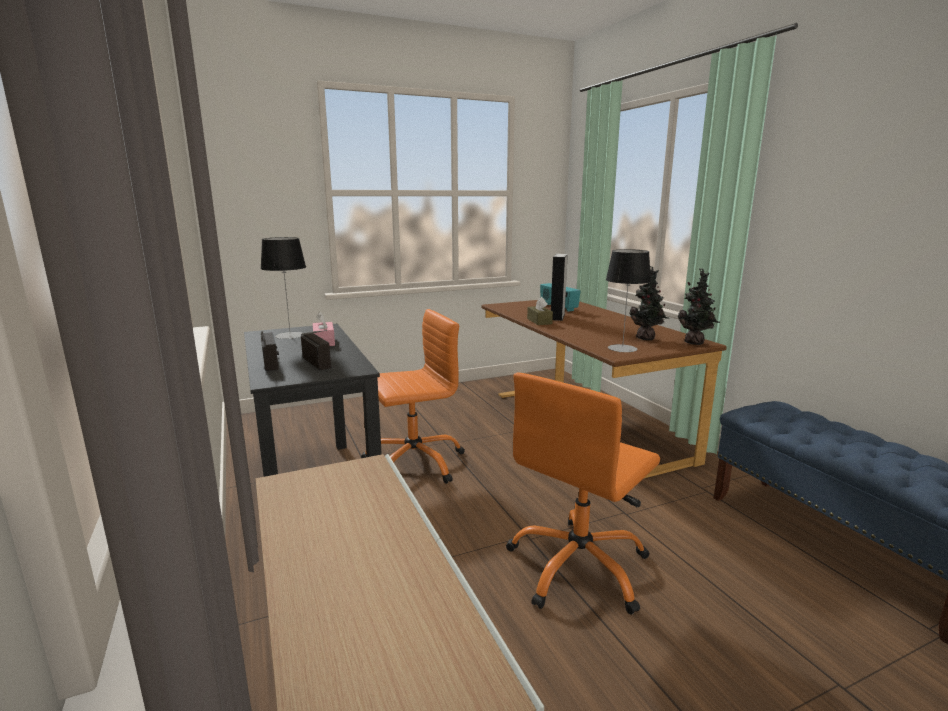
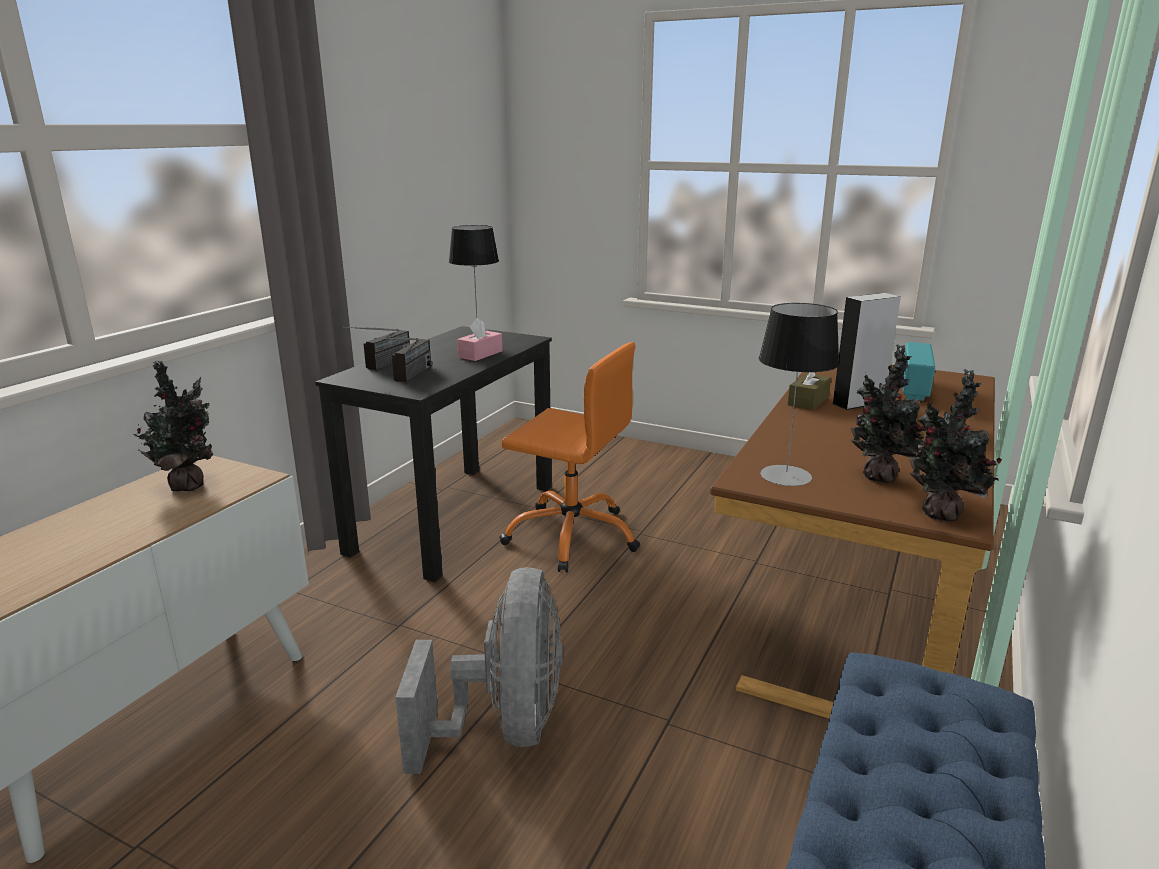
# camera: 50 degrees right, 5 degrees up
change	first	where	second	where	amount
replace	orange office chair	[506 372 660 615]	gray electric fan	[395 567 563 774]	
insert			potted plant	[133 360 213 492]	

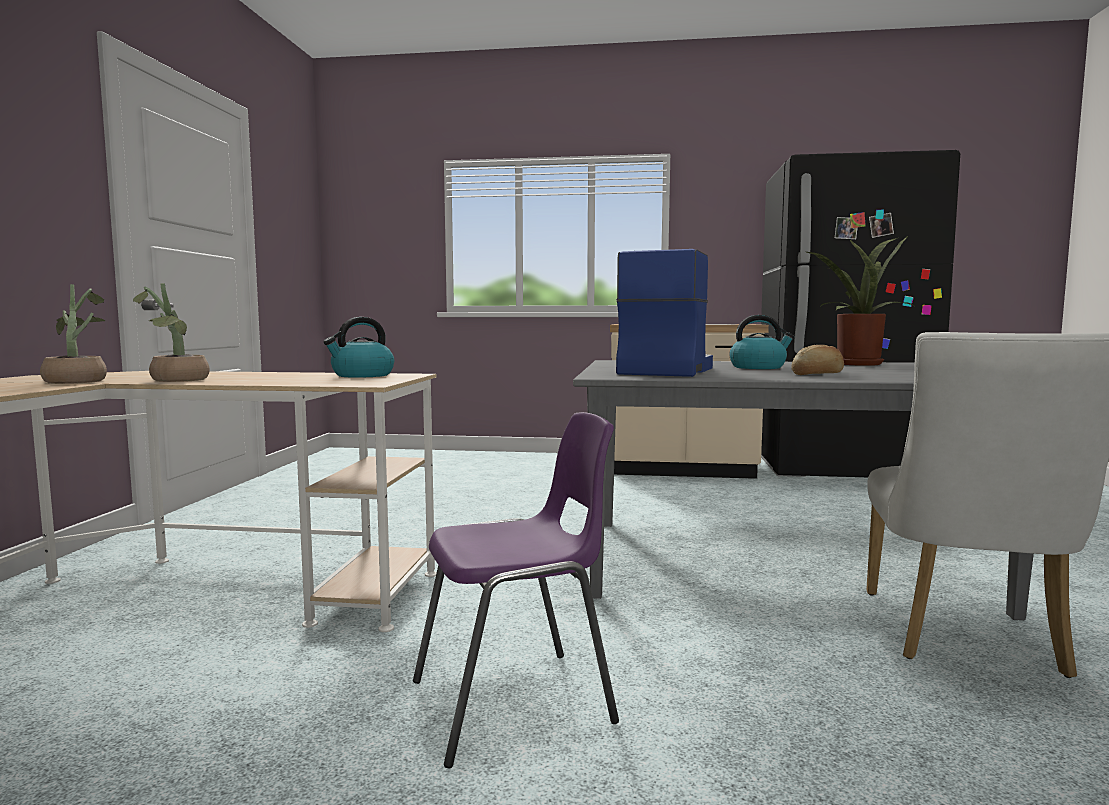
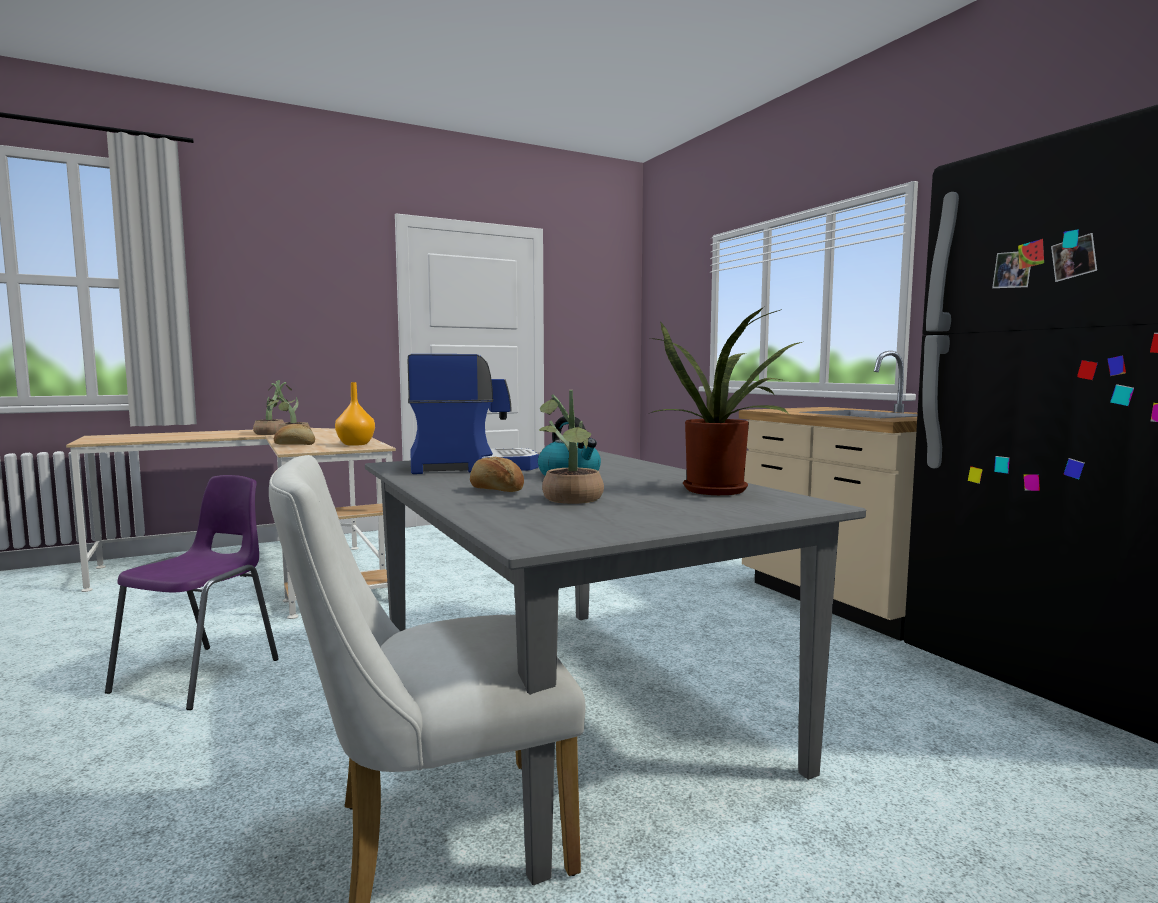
# camera: 55 degrees right, 0 degrees up
change	first	where	second	where	amount
replace	kettle	[324 317 394 378]	orange decorative vase	[335 382 375 446]	
rotate	purplish upright chair	[413 412 619 768]		[105 475 279 710]	105 degrees counterclockwise
insert			potted plant	[539 390 604 504]	
insert			bakery bread	[274 424 315 445]	

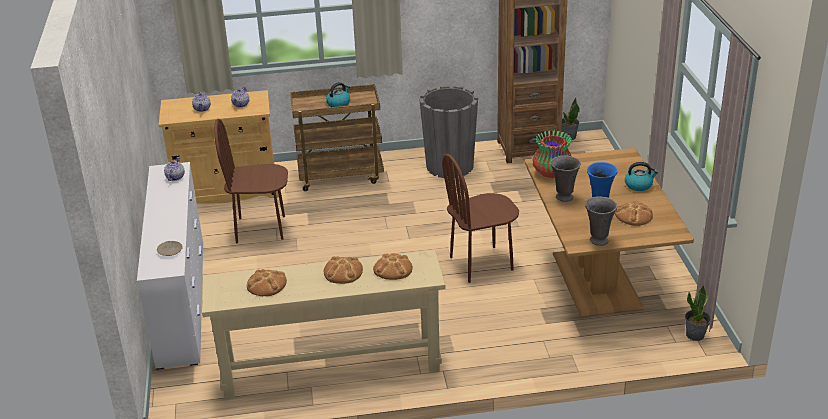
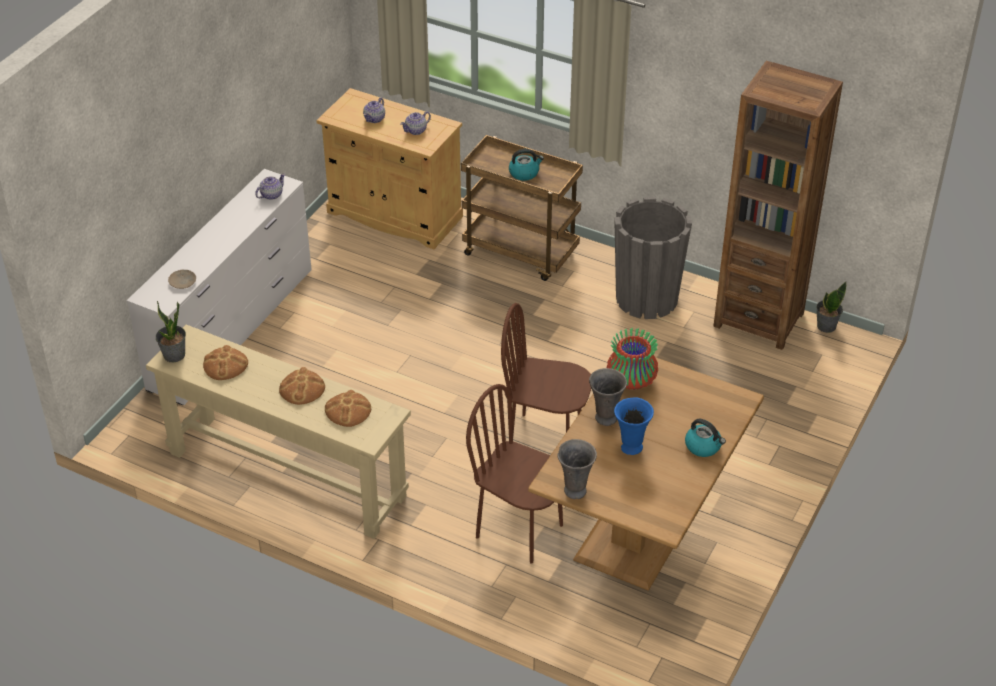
# camera: 35 degrees right, 10 degrees up
change	first	where	second	where	amount
move	brown upright chair	[214 119 288 243]		[466 384 563 564]	
delete	bakery bread	[615 201 653 226]			
move	potted plant	[685 285 711 341]		[156 301 186 363]	

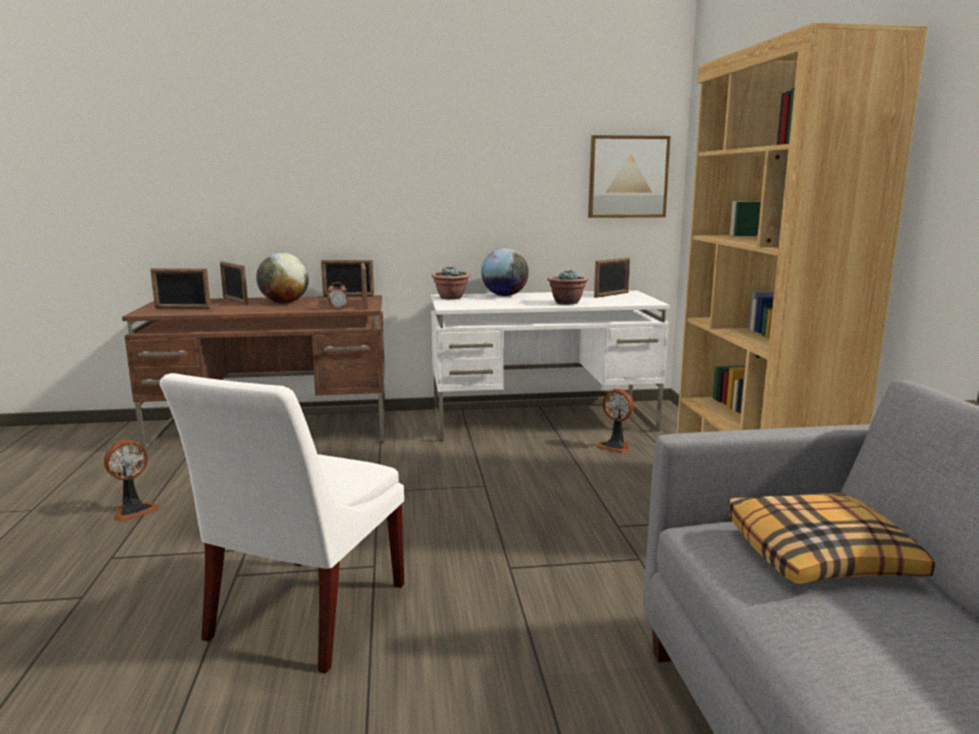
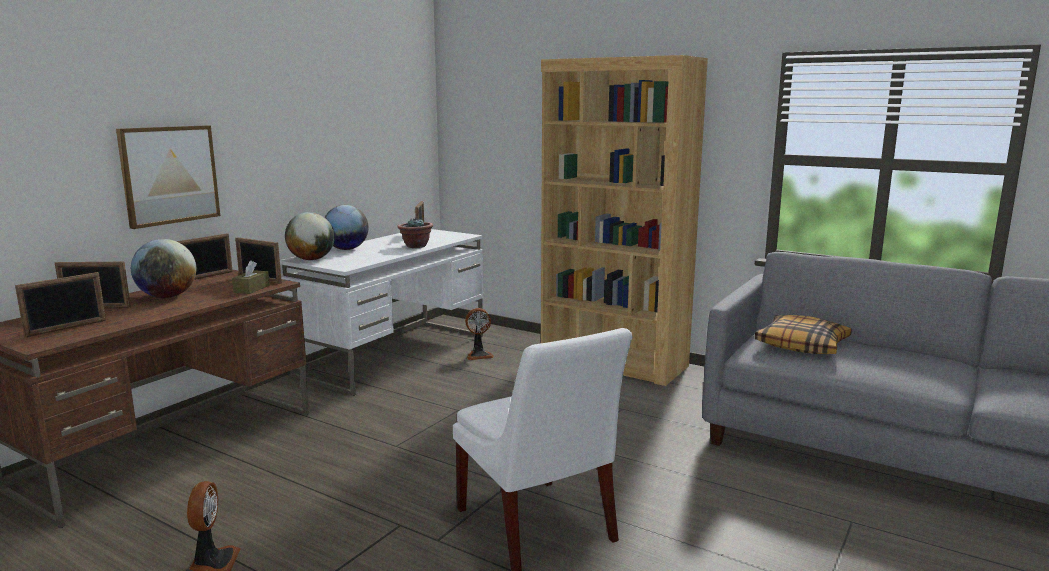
# camera: 50 degrees left, 0 degrees up
change	first	where	second	where	amount
move	wall art	[588 135 671 218]		[116 125 220 229]	
replace	potted plant	[431 266 470 300]	globe	[285 212 335 260]	
replace	bedside clock	[328 282 347 309]	brown tissue box	[232 260 269 294]	

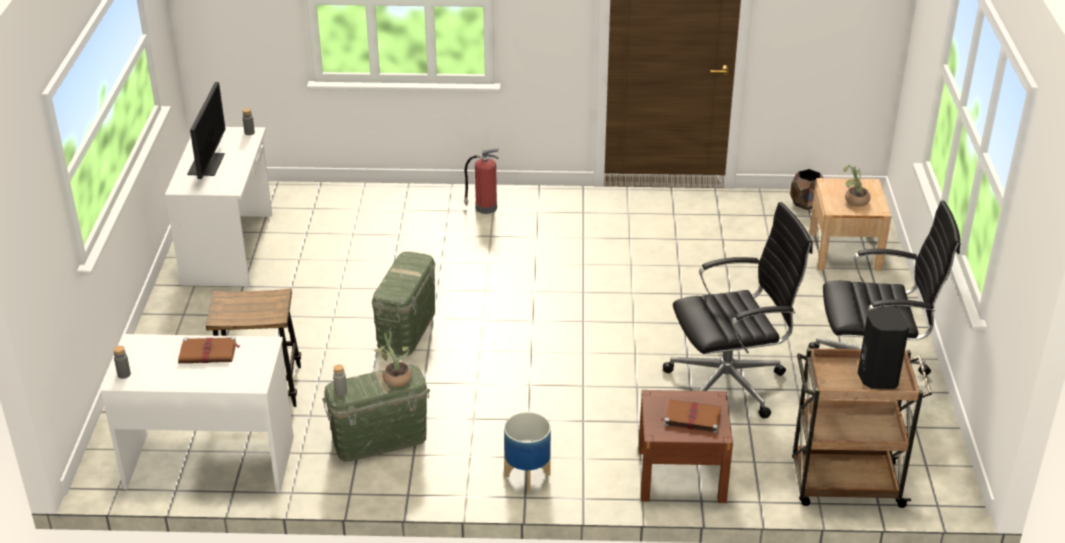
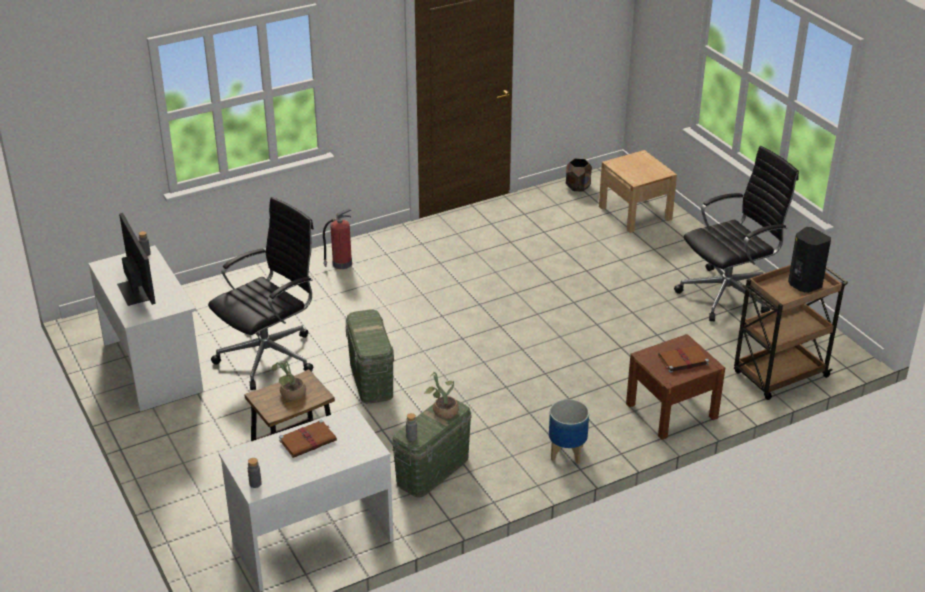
# camera: 30 degrees left, 0 degrees up
change	first	where	second	where	amount
move	potted plant	[843 165 870 207]		[272 361 306 400]	
move	black-coloured office chair	[663 202 813 419]		[208 197 314 390]	

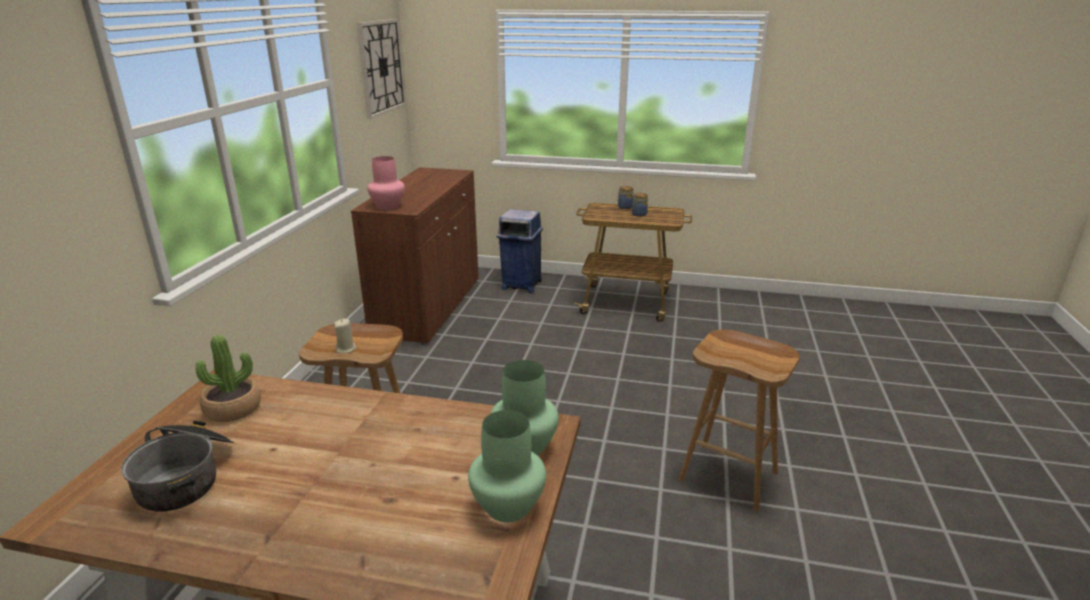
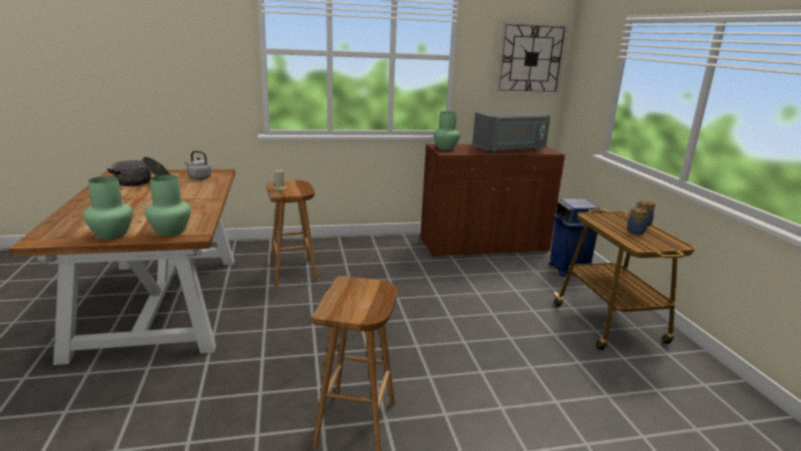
# camera: 65 degrees right, 5 degrees down
change	first	where	second	where	amount
recolor	pink decorative vase	[367 156 405 210]	greenish decorative vase	[433 111 460 150]	
replace	potted plant	[195 335 261 422]	gray kettle	[184 151 211 179]	
insert			gray microwave	[472 111 550 152]	

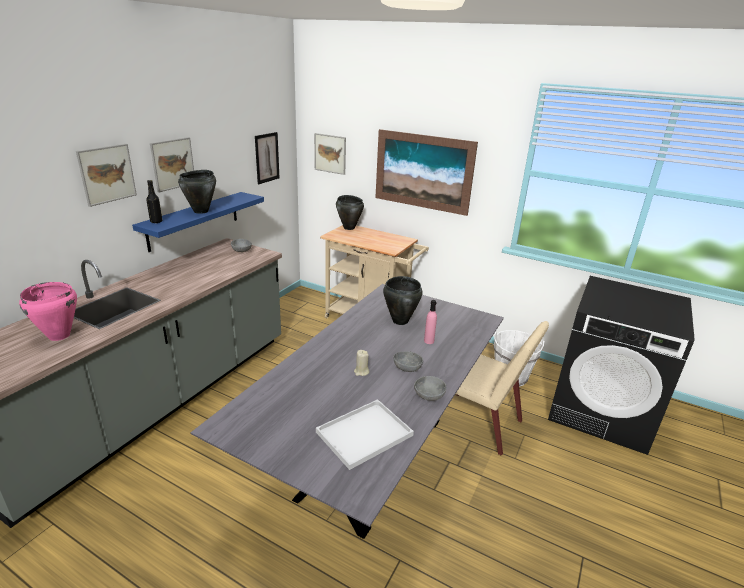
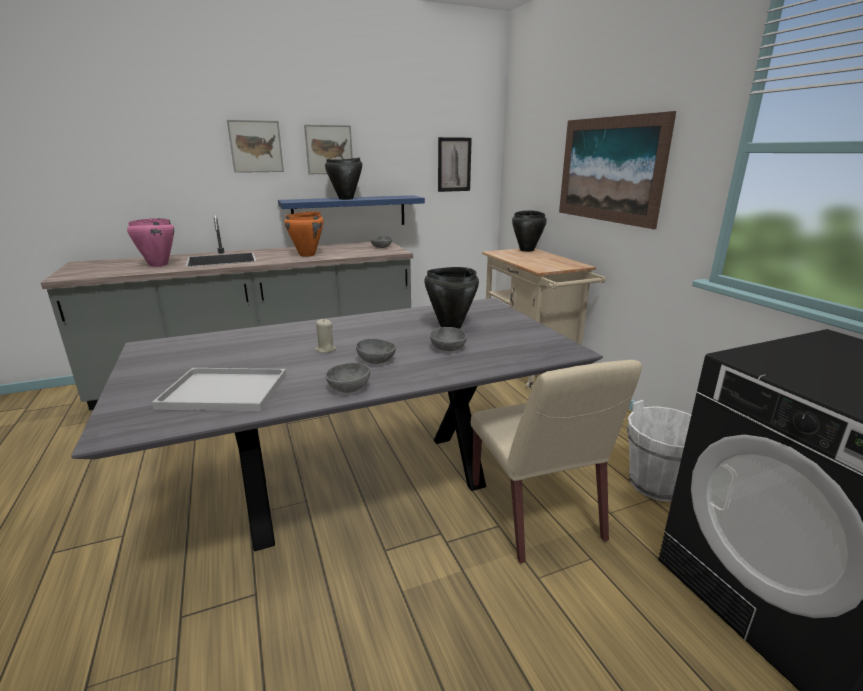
# camera: 40 degrees right, 5 degrees down
change	first	where	second	where	amount
delete	wall art	[314 133 346 175]			
delete	black-coloured drink bottle	[146 180 163 223]			
replace	pink drink bottle	[424 300 437 344]	gray serving bowl	[430 327 467 351]	
insert			orange saucepot	[284 211 324 257]	

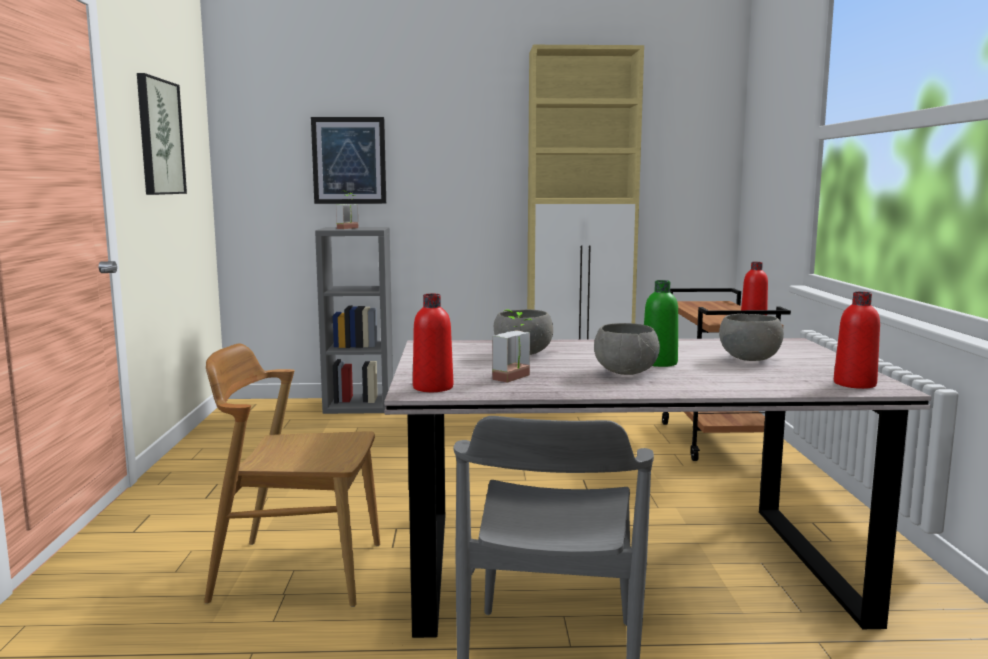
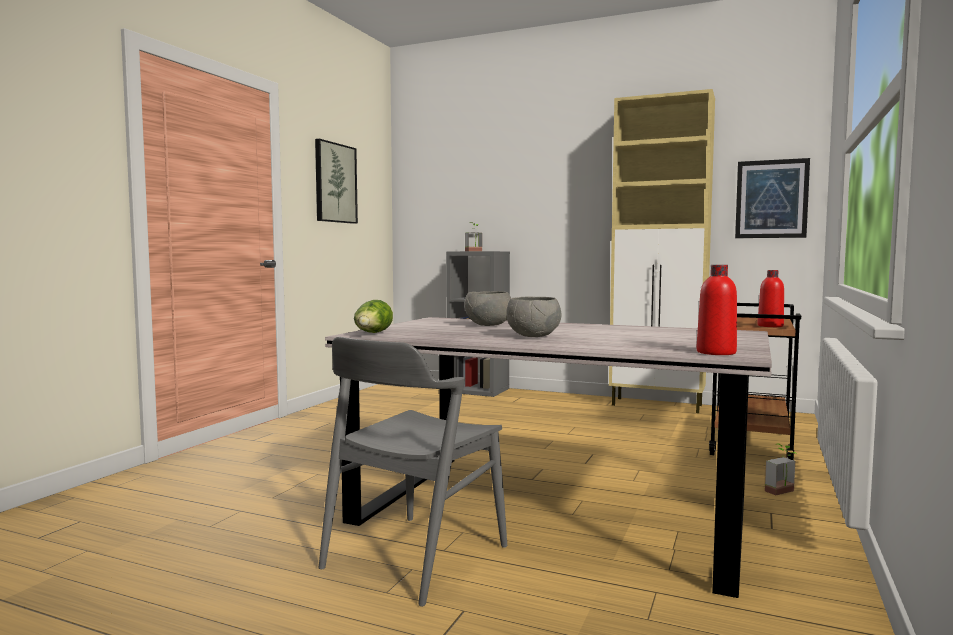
# camera: 25 degrees right, 5 degrees down
change	first	where	second	where	amount
move	wall art	[311 117 386 204]		[735 158 810 238]	
delete	greenish drink bottle	[644 280 678 367]			
replace	red drink bottle	[413 294 453 392]	lettuce	[354 300 393 333]	
move	potted plant	[492 309 532 383]		[765 444 797 495]	
delete	gray serving bowl	[719 314 784 361]			
delete	brown upright chair	[204 343 380 607]			

